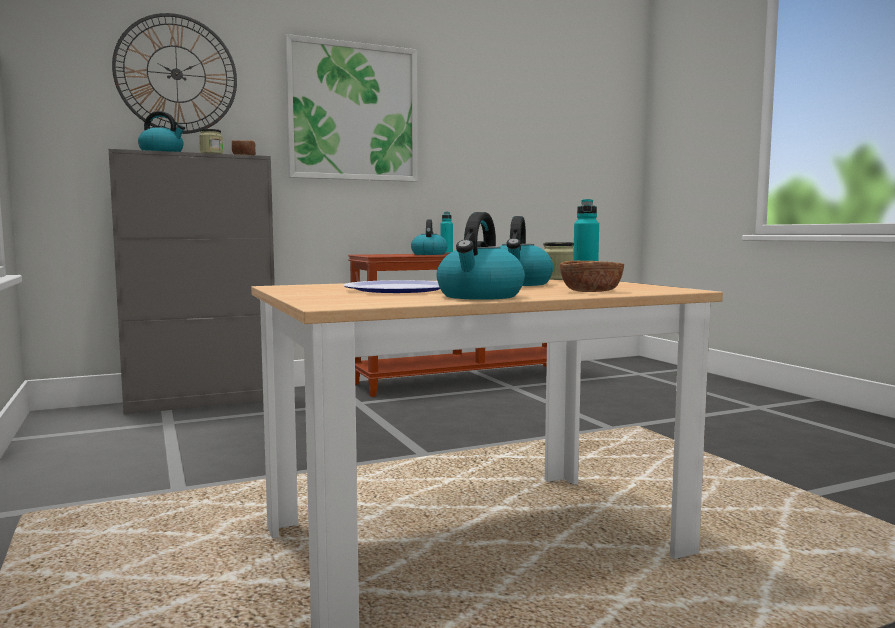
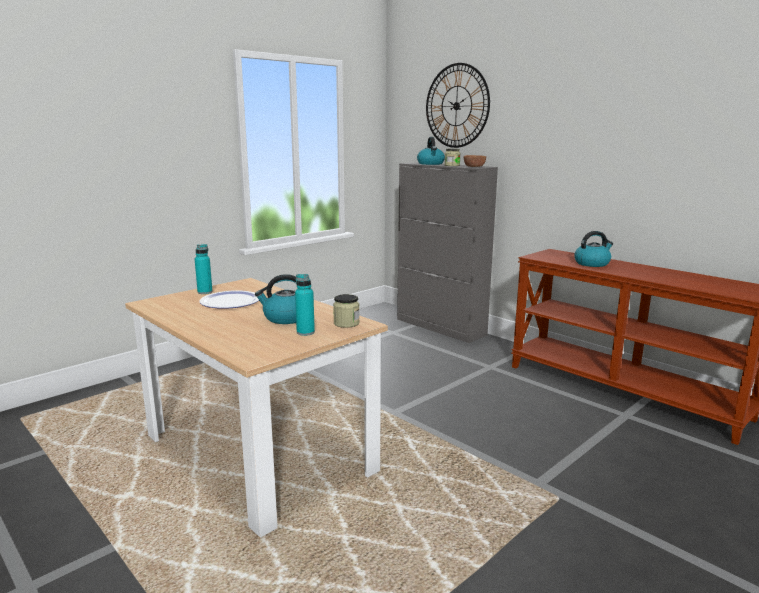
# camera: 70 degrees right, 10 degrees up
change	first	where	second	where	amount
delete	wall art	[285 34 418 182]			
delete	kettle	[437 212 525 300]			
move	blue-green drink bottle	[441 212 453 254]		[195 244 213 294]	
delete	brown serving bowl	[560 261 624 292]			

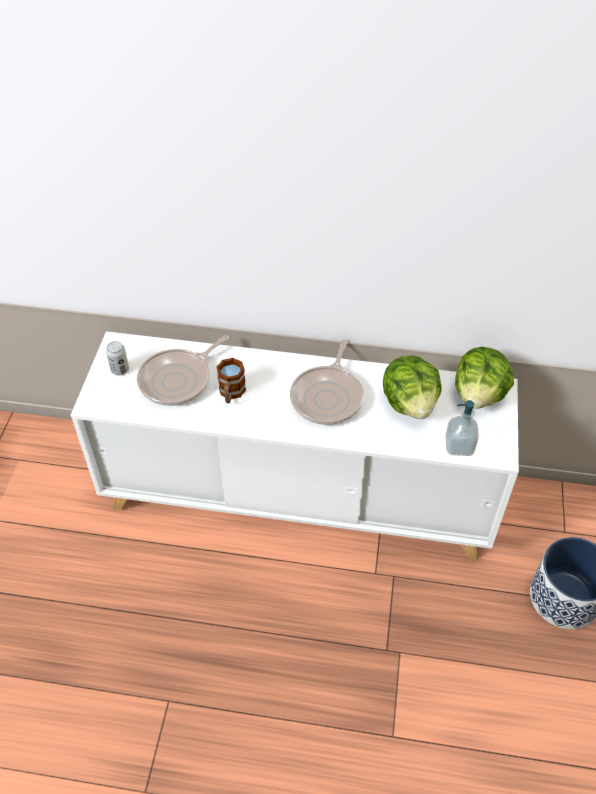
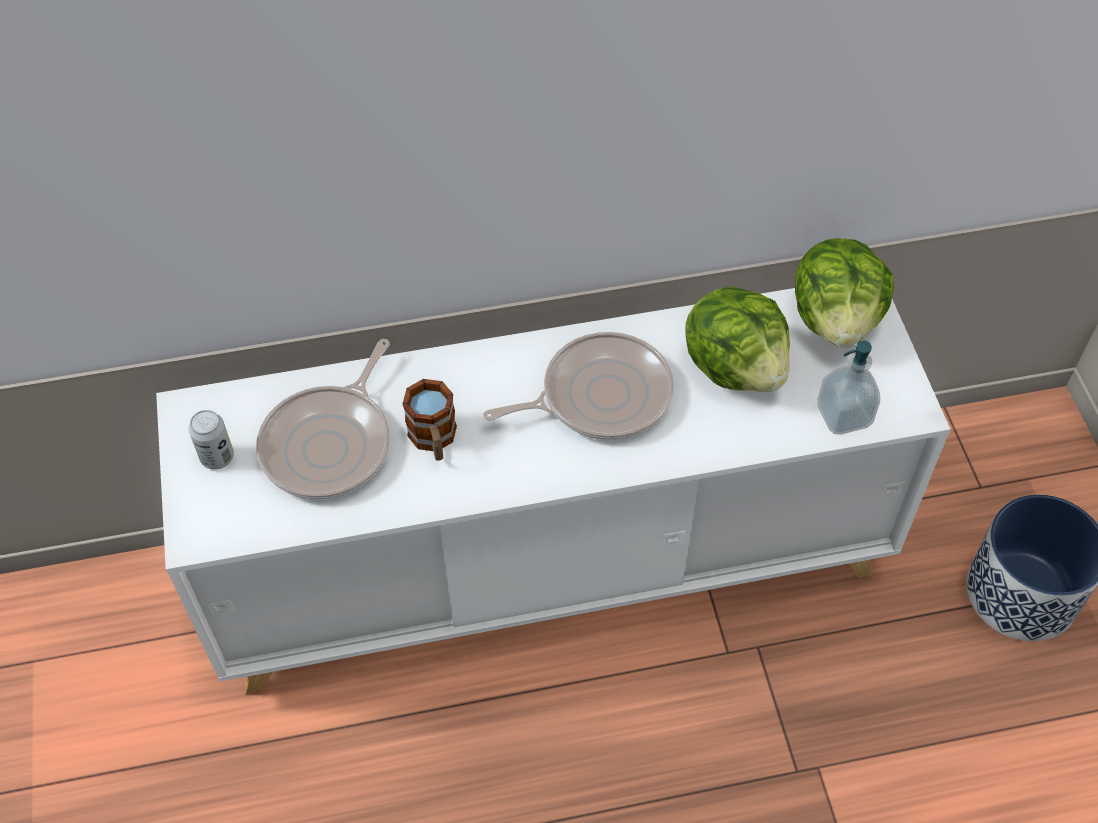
# camera: 20 degrees left, 5 degrees up
change	first	where	second	where	amount
rotate	frying pan	[290 339 364 425]		[483 332 674 440]	105 degrees counterclockwise

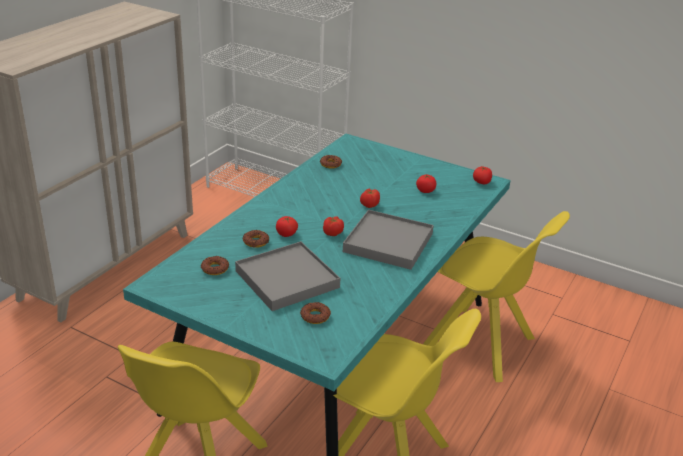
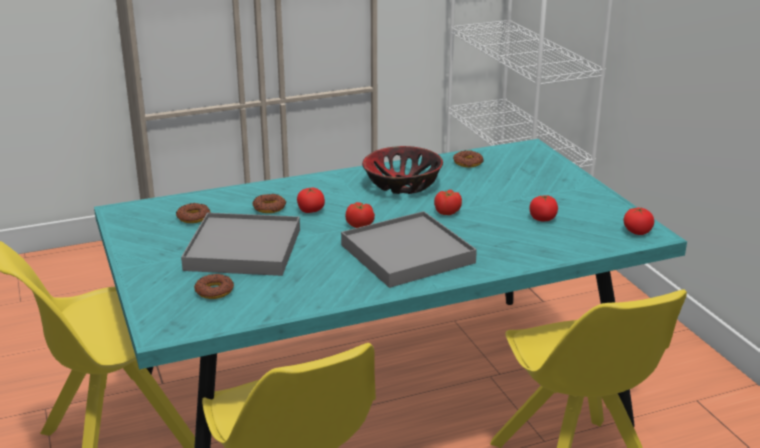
# camera: 40 degrees right, 5 degrees down
change	first	where	second	where	amount
insert			serving bowl	[362 146 443 194]	

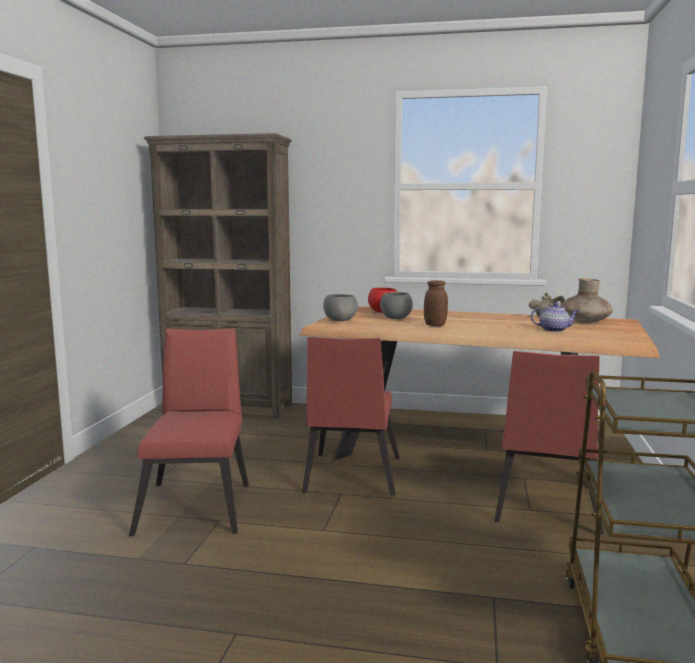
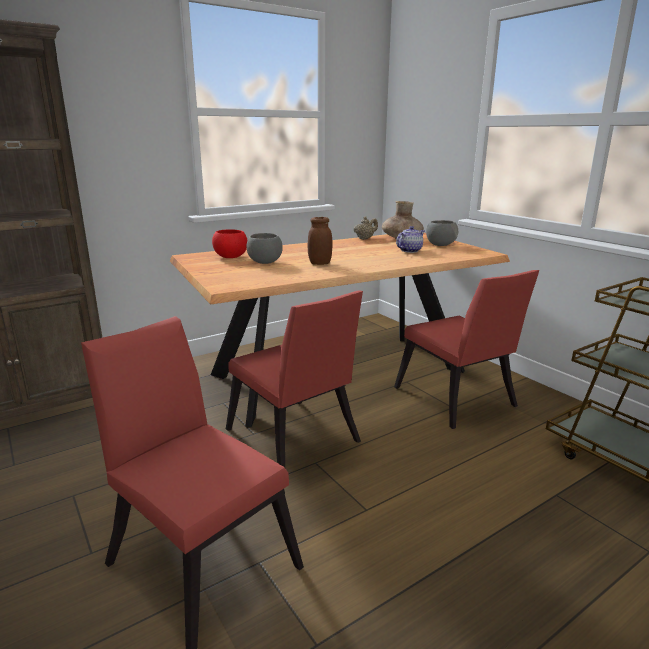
# camera: 45 degrees left, 10 degrees up
change	first	where	second	where	amount
move	gray serving bowl	[323 294 358 321]		[426 220 458 246]	

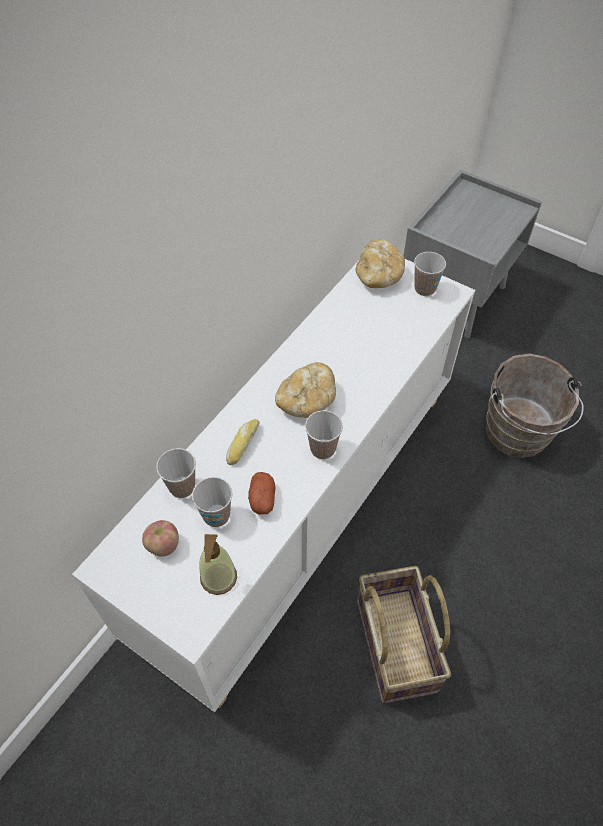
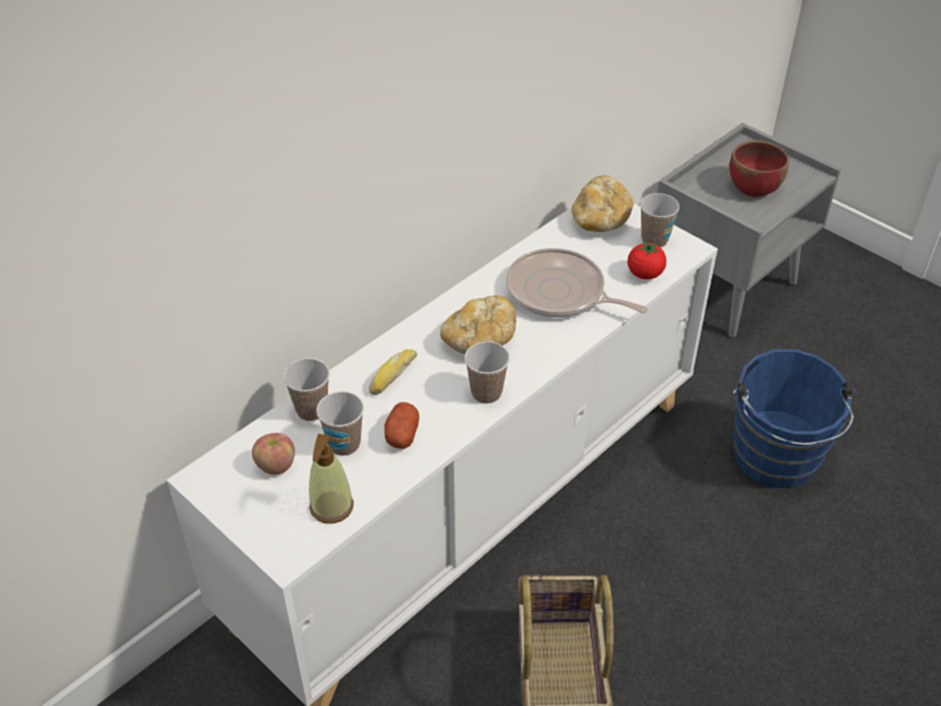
# camera: 10 degrees right, 10 degrees down
change	first	where	second	where	amount
recolor	brown bucket	[486 354 584 458]	bluish bucket	[732 349 857 488]	
insert			red serving bowl	[729 140 789 197]	
insert			fresh tomato	[628 240 666 280]	
insert			frying pan	[506 248 648 318]	

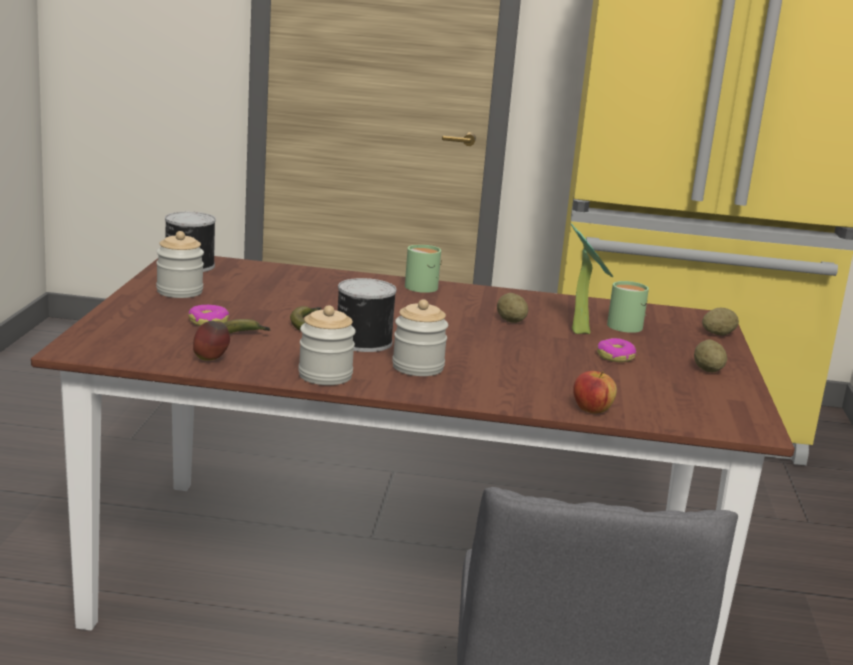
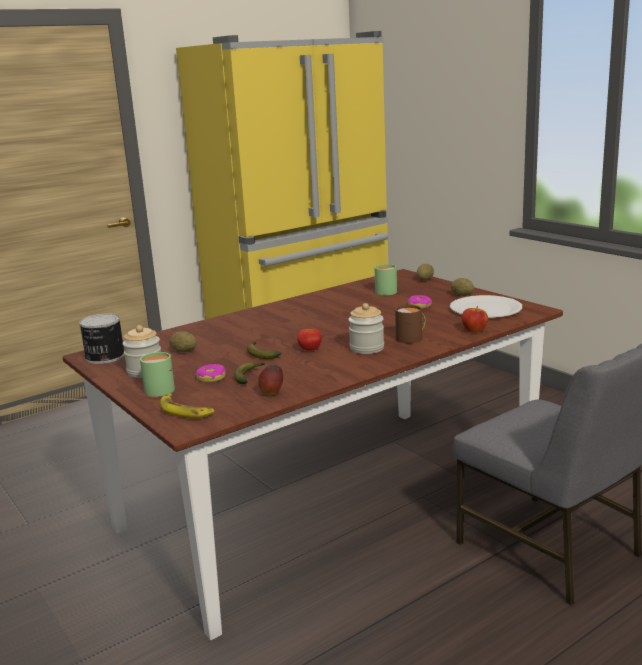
# camera: 40 degrees left, 0 degrees up
change	first	where	second	where	amount
delete	potted plant	[570 223 613 334]			
move	greenish coffee mug	[405 244 442 293]		[140 352 175 397]	
replace	can	[338 278 396 352]	fresh tomato	[297 329 322 351]	
move	spud	[497 293 528 323]		[169 331 197 352]	
delete	jar	[298 305 356 385]			
insert			whitish dinner plate	[450 295 522 318]	
insert			brown coffee mug	[395 305 426 343]	
insert			banana fruit	[160 393 214 418]	

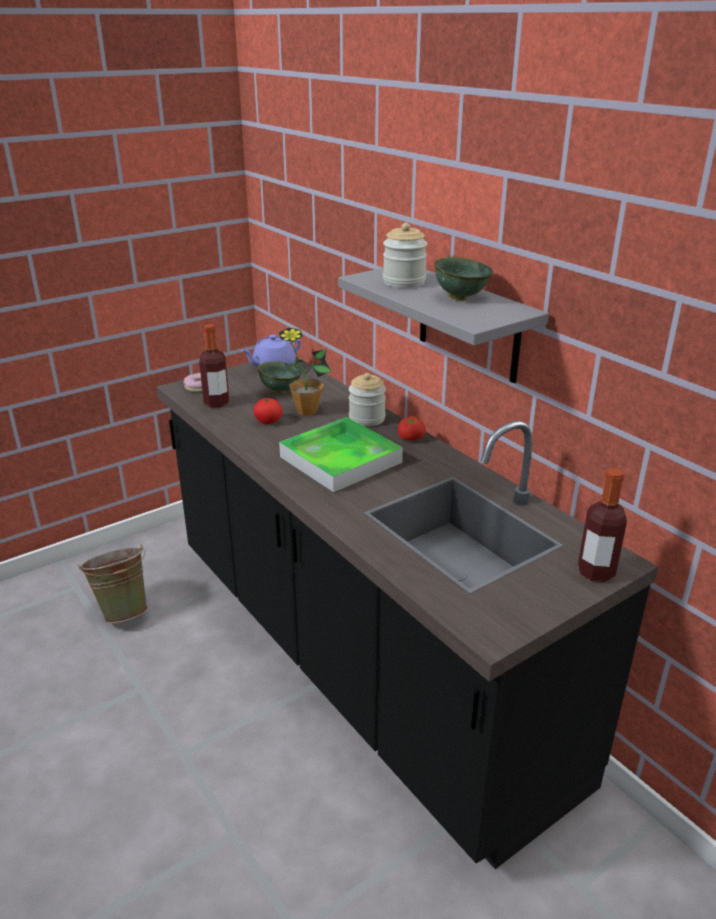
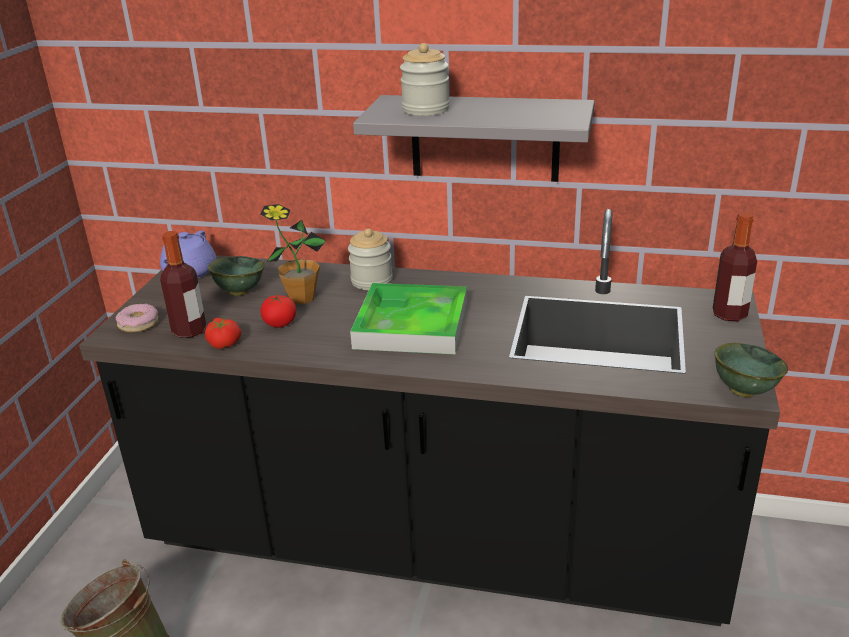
# camera: 40 degrees left, 0 degrees up
change	first	where	second	where	amount
move	greenish serving bowl	[434 257 493 300]		[714 343 788 397]	
move	fresh tomato	[398 416 426 441]		[205 318 241 349]	

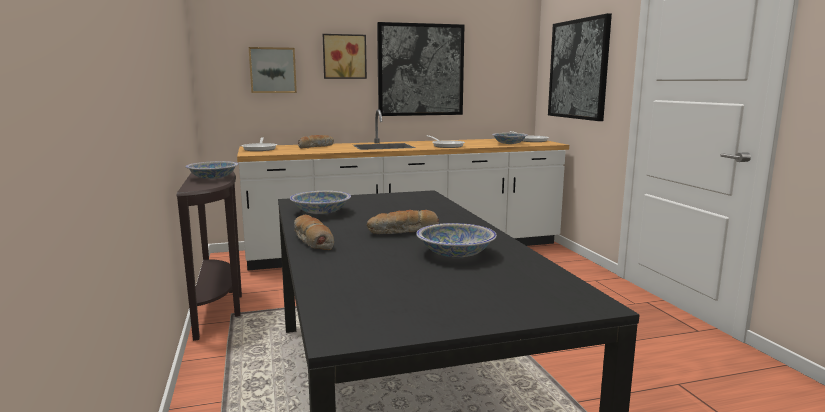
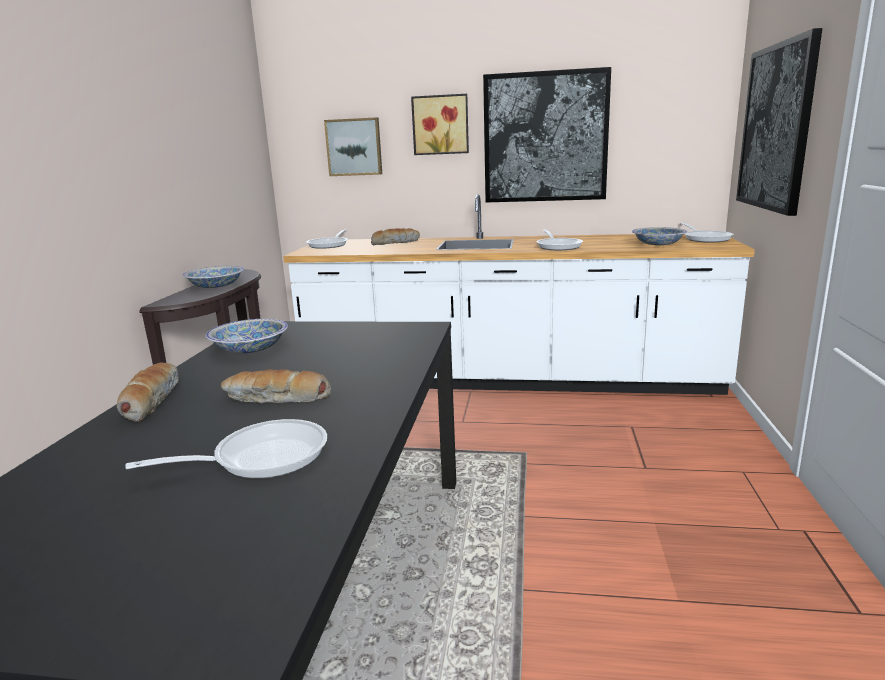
# camera: 25 degrees right, 5 degrees up
change	first	where	second	where	amount
replace	serving bowl	[416 223 497 257]	frying pan	[125 419 327 479]	

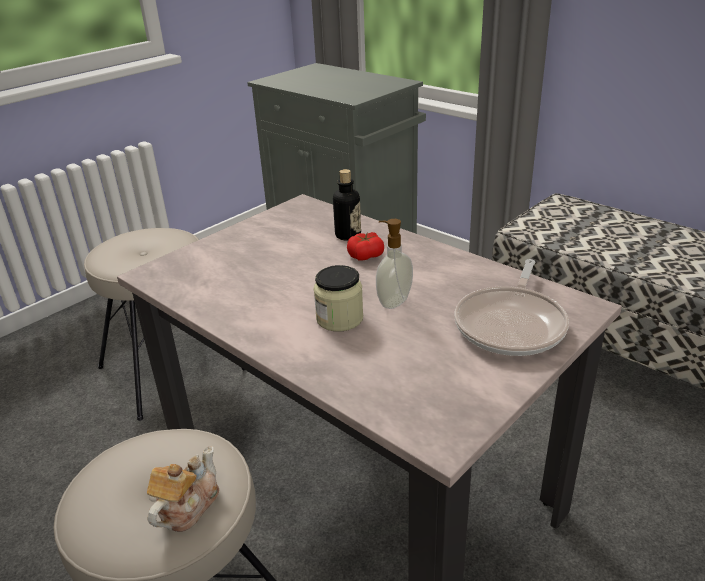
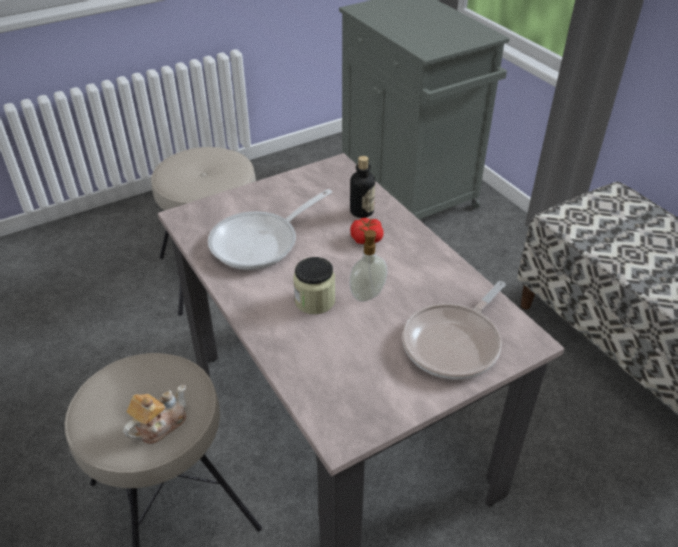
# camera: 15 degrees right, 10 degrees up
change	first	where	second	where	amount
insert			frying pan	[208 189 332 270]	

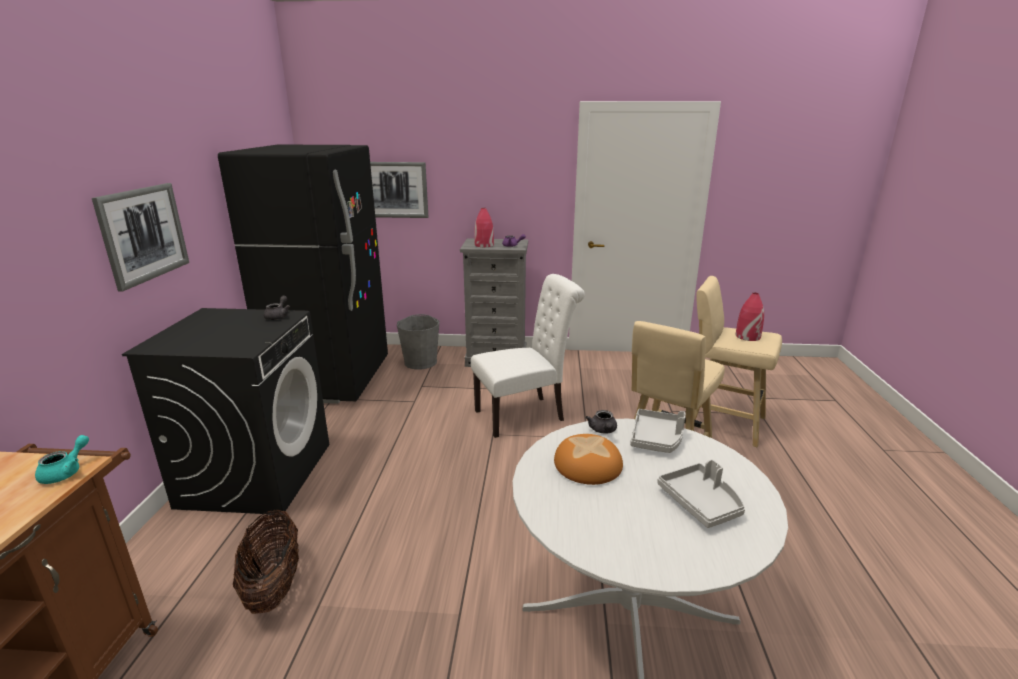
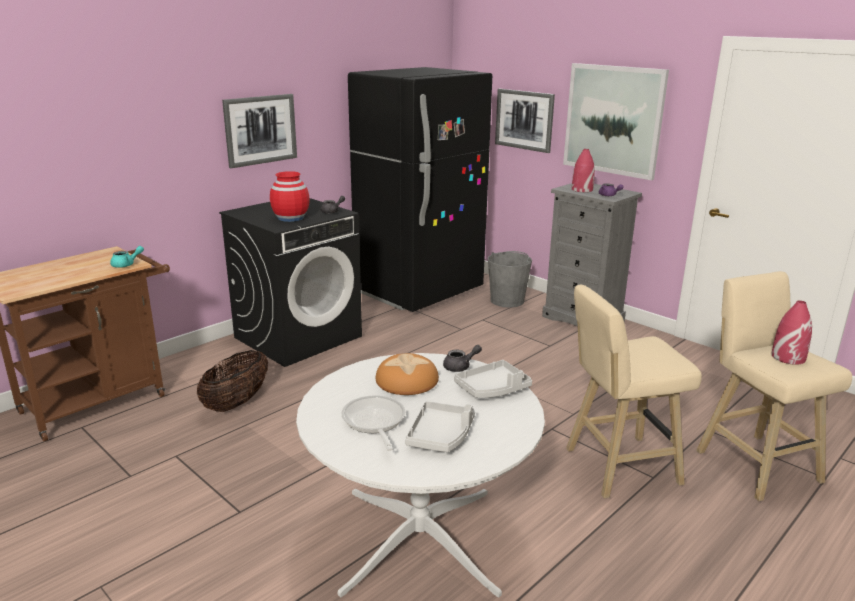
# camera: 40 degrees right, 0 degrees up
change	first	where	second	where	amount
delete	whitish upright chair	[471 274 585 438]			
rotate	gray tea pot	[585 410 617 434]		[443 345 482 372]	150 degrees counterclockwise
insert			wall art	[563 63 669 180]	
insert			red decorative vase	[270 171 310 222]	
insert			frying pan	[341 395 406 451]	

